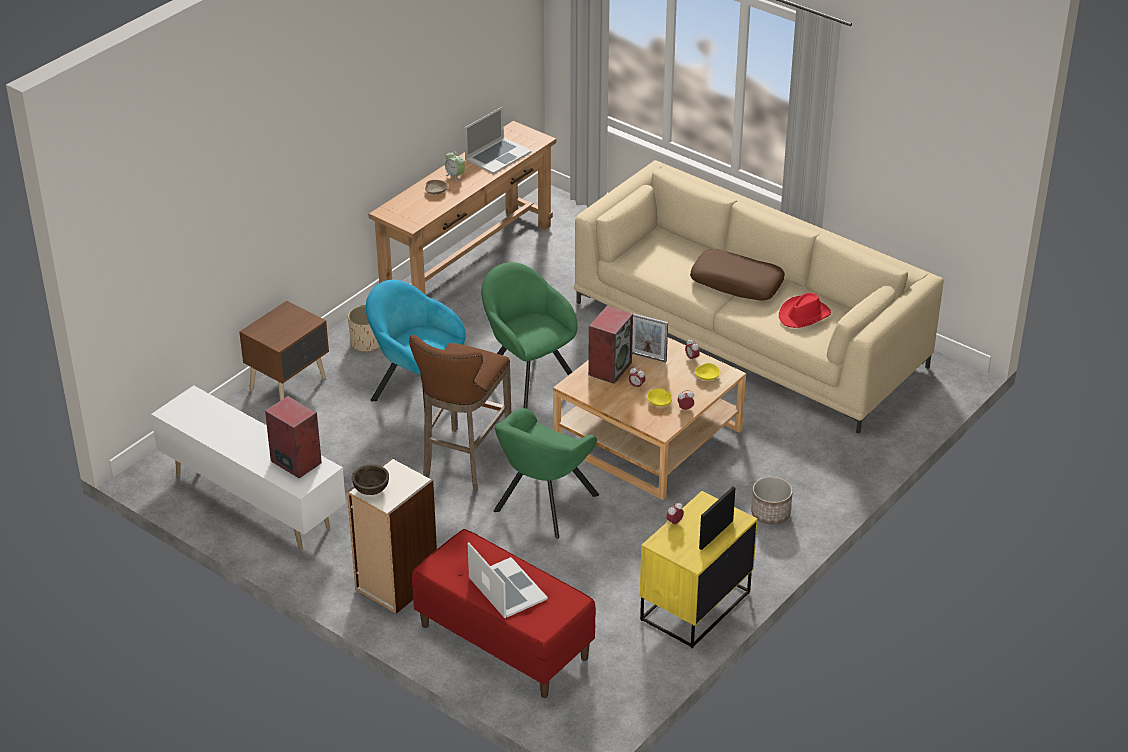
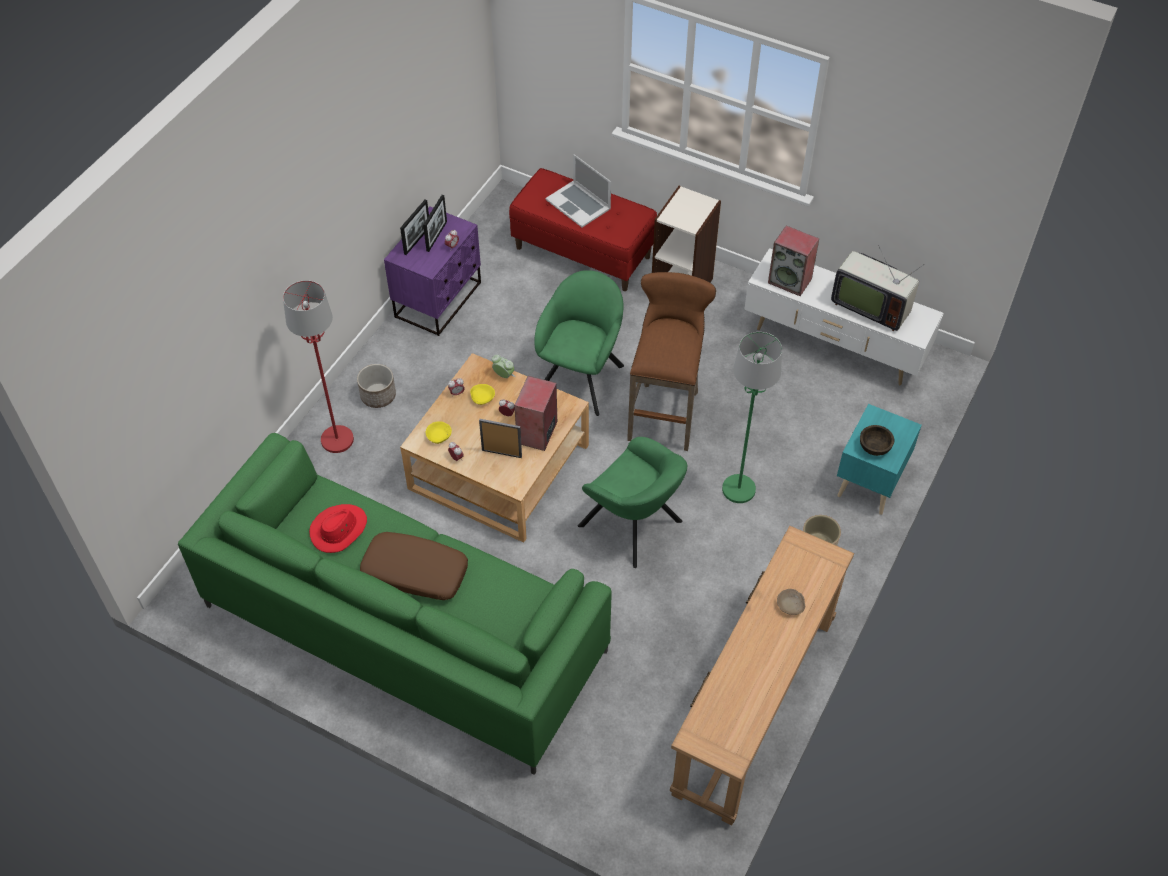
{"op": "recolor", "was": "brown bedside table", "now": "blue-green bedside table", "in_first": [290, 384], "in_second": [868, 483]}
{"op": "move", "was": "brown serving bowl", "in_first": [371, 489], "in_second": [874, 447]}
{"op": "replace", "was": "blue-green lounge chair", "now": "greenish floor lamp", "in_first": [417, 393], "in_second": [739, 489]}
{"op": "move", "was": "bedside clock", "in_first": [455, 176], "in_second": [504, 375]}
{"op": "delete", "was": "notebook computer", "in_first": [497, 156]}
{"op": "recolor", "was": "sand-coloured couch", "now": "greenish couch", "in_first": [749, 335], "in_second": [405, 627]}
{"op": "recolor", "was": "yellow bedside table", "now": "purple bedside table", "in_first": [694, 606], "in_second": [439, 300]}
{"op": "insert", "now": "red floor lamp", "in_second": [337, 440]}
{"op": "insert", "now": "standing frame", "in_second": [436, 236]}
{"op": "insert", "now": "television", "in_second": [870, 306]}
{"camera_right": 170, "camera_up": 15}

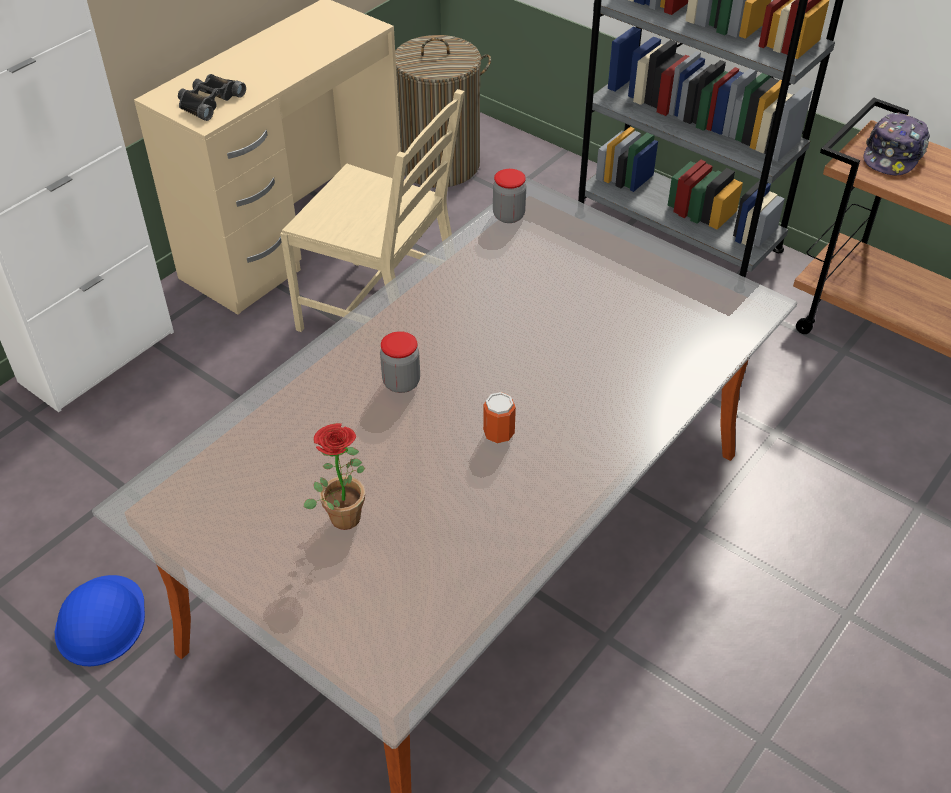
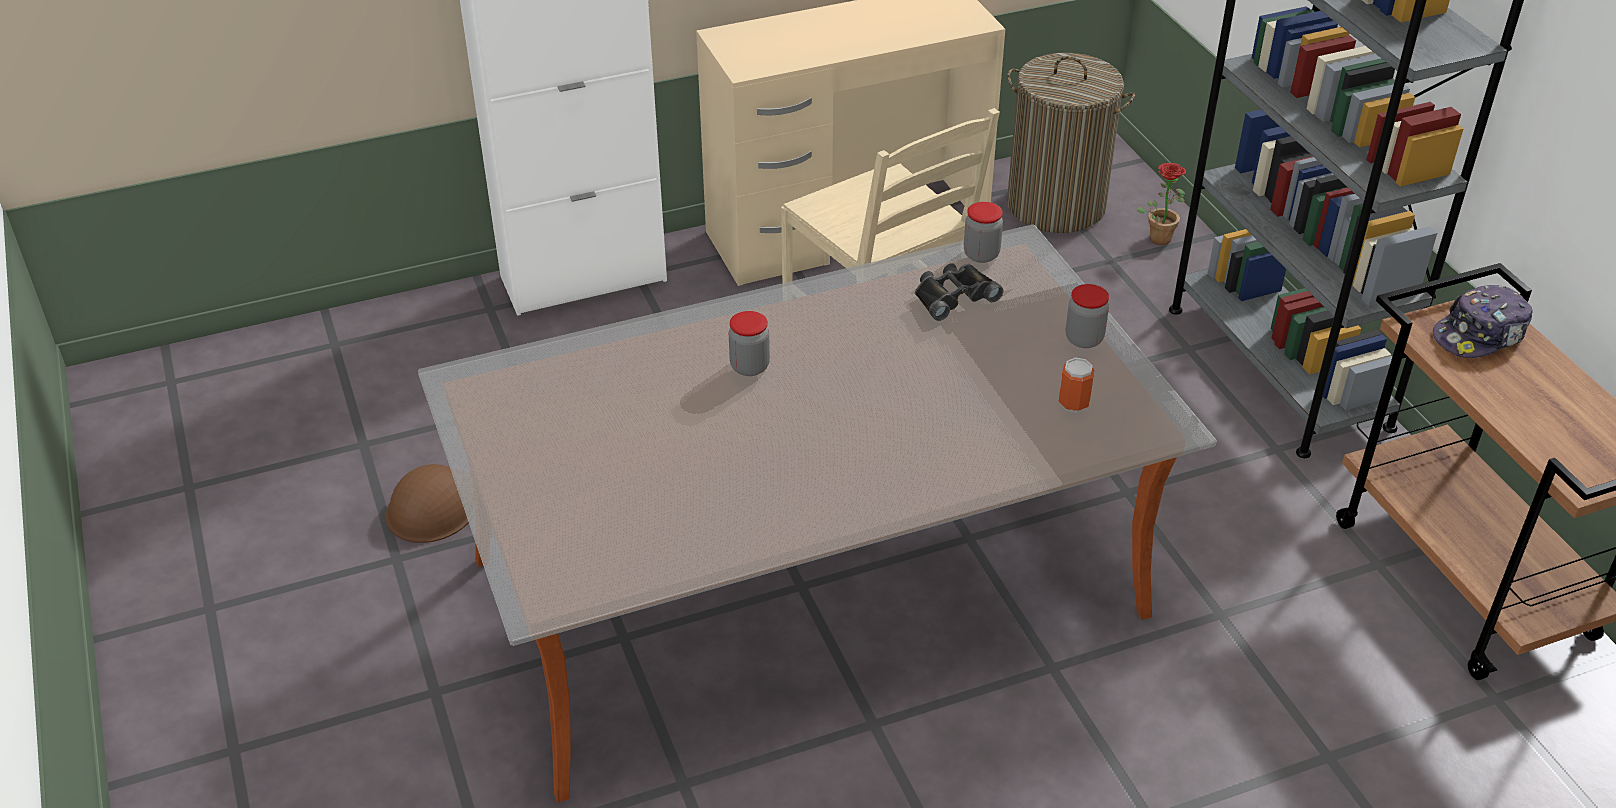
{"op": "recolor", "was": "bluish safety helmet", "now": "brown safety helmet", "in_first": [100, 620], "in_second": [434, 506]}
{"op": "move", "was": "black pair of binoculars", "in_first": [209, 102], "in_second": [953, 296]}
{"op": "move", "was": "plant in a pot", "in_first": [342, 513], "in_second": [1159, 236]}
{"op": "move", "was": "metal can", "in_first": [498, 433], "in_second": [1074, 403]}
{"op": "insert", "now": "preserve jar", "in_second": [1084, 339]}
{"camera_right": 30, "camera_up": -5}

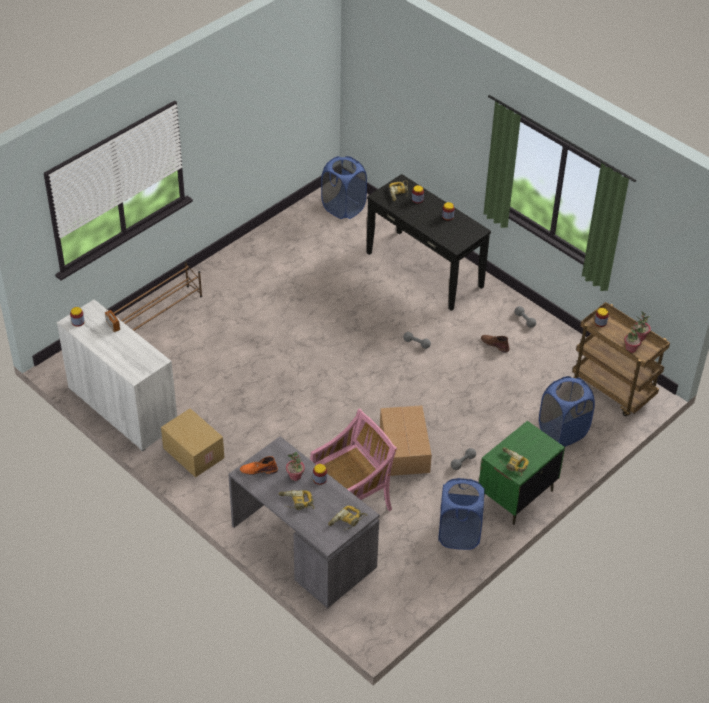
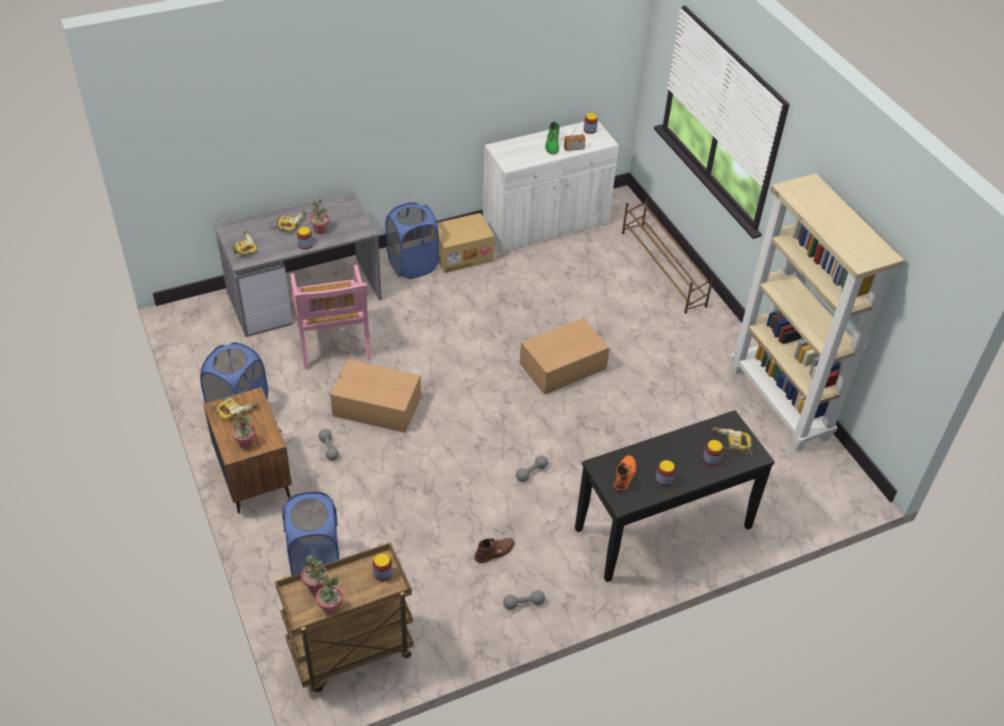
{"op": "move", "was": "orange tall boot", "in_first": [258, 470], "in_second": [624, 475]}
{"op": "move", "was": "bluish hamper", "in_first": [343, 208], "in_second": [413, 265]}
{"op": "recolor", "was": "greenish bedside table", "now": "brown bedside table", "in_first": [516, 495], "in_second": [254, 477]}
{"op": "insert", "now": "plant in a pot", "in_second": [245, 443]}
{"op": "insert", "now": "cardboard box", "in_second": [564, 366]}
{"op": "insert", "now": "greenish tall boot", "in_second": [552, 145]}
{"op": "insert", "now": "sand-coloured bookshelf", "in_second": [780, 403]}
{"camera_right": 110, "camera_up": 0}

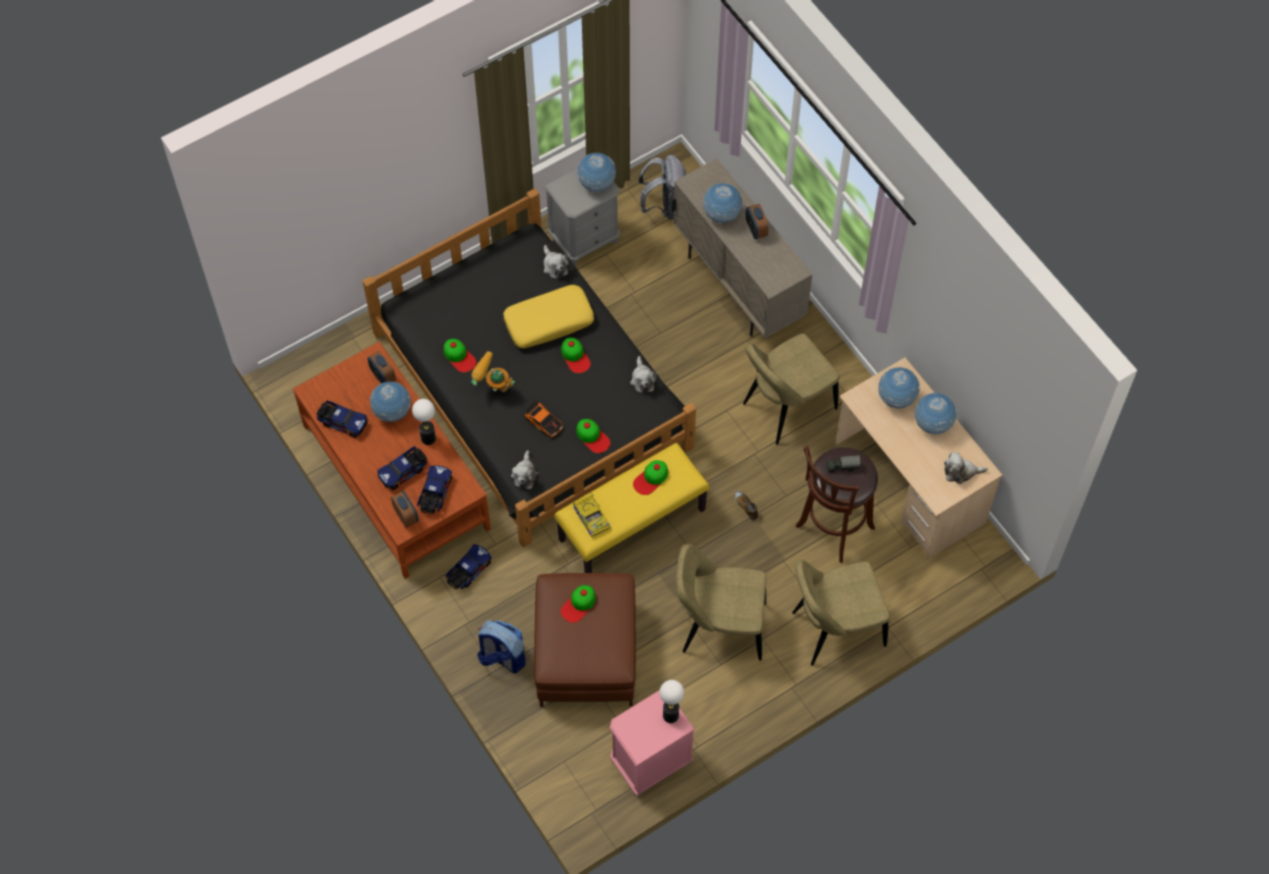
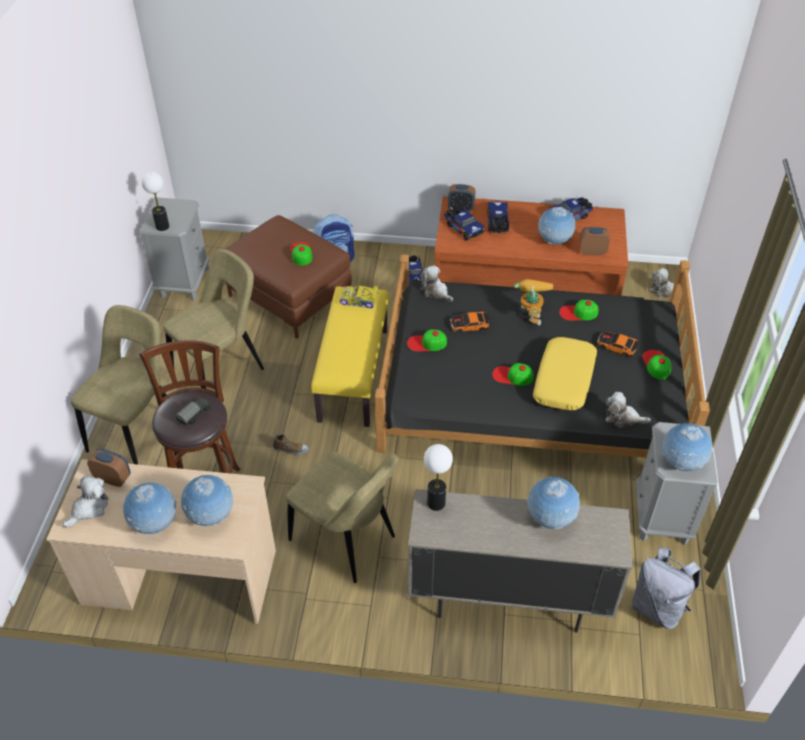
{"op": "move", "was": "table lamp", "in_first": [428, 438], "in_second": [436, 503]}
{"op": "rotate", "was": "robot figure", "in_first": [492, 388], "in_second": [530, 315], "clockwise": -60}
{"op": "recolor", "was": "pinkish bedside table", "now": "gray bedside table", "in_first": [649, 763], "in_second": [184, 282]}
{"op": "move", "was": "soft toy", "in_first": [643, 379], "in_second": [664, 291]}
{"op": "move", "was": "baseball cap", "in_first": [651, 479], "in_second": [656, 364]}
{"op": "rotate", "was": "sand-coloured plain chair", "in_first": [785, 408], "in_second": [346, 541], "clockwise": 120}
{"op": "move", "was": "bedside clock", "in_first": [756, 229], "in_second": [113, 478]}
{"op": "insert", "now": "model car", "in_second": [616, 346]}
{"camera_right": 130, "camera_up": -15}

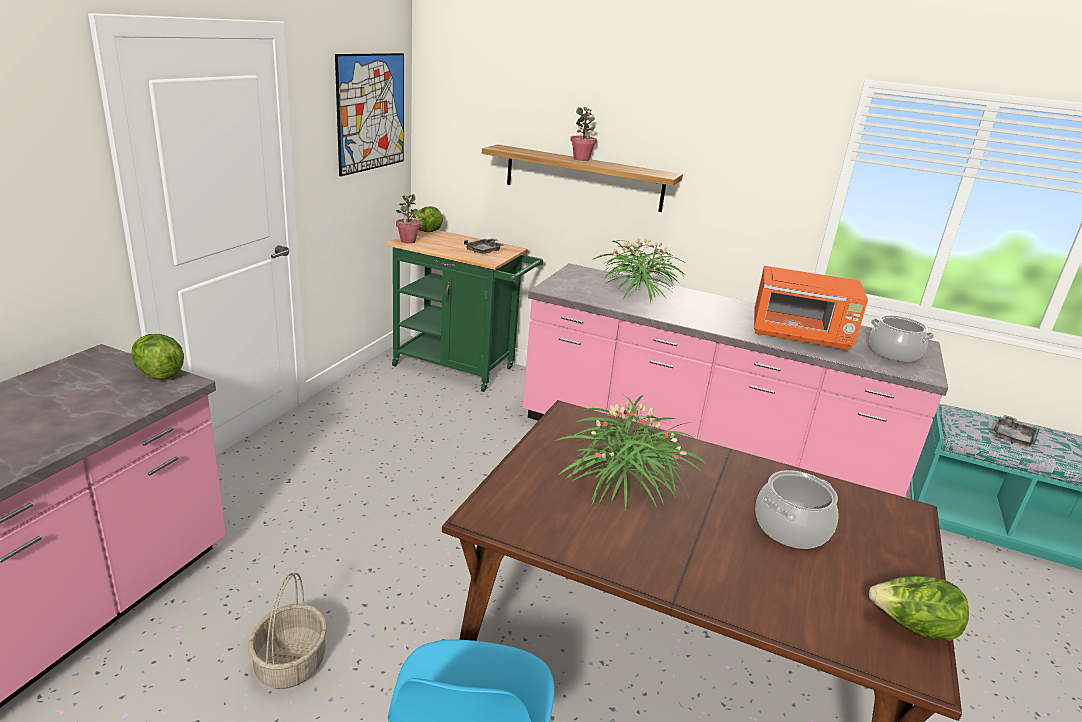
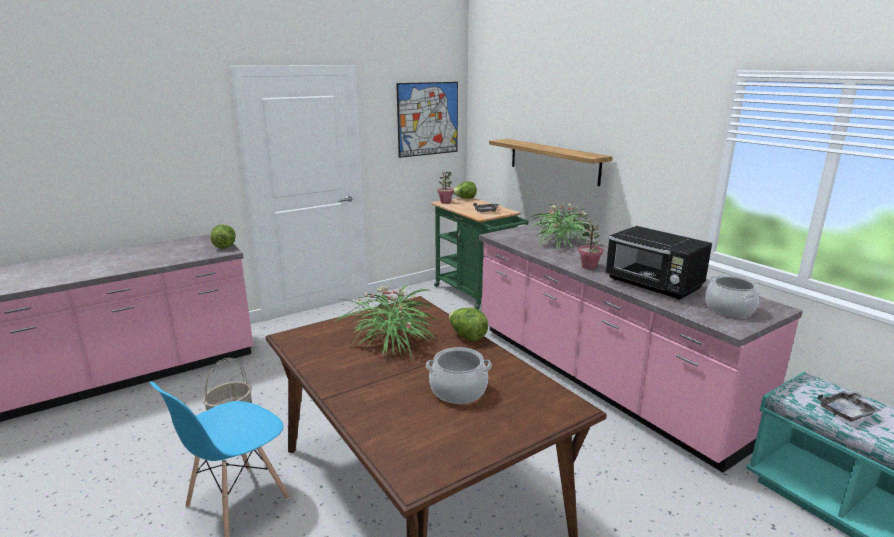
{"op": "move", "was": "plant in a pot", "in_first": [581, 159], "in_second": [589, 267]}
{"op": "recolor", "was": "orange microwave", "now": "black microwave", "in_first": [800, 336], "in_second": [653, 285]}
{"op": "move", "was": "head of lettuce", "in_first": [911, 627], "in_second": [467, 336]}
{"camera_right": 35, "camera_up": -5}

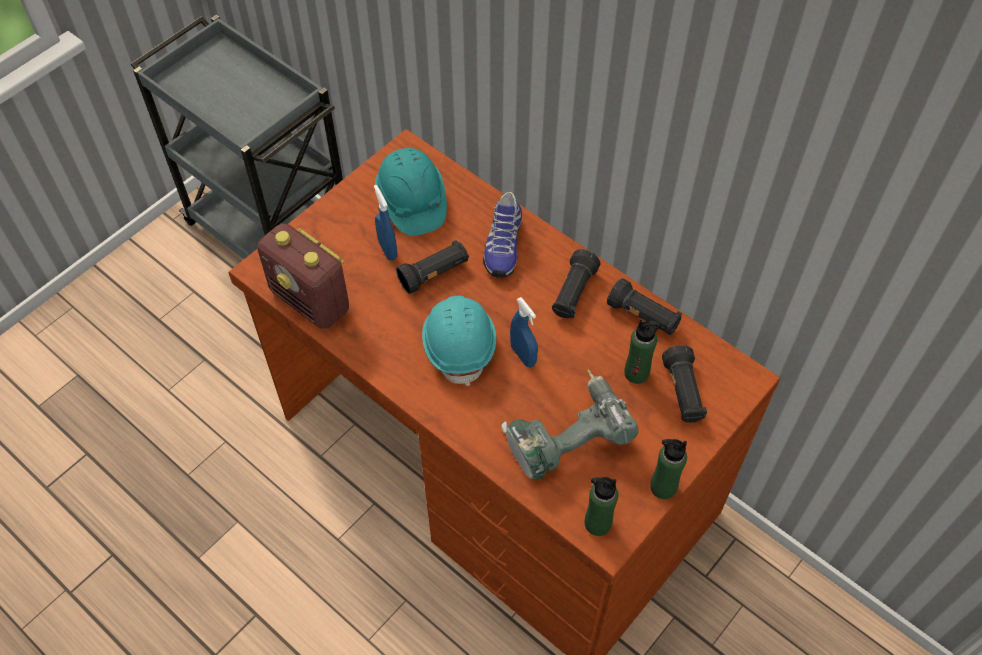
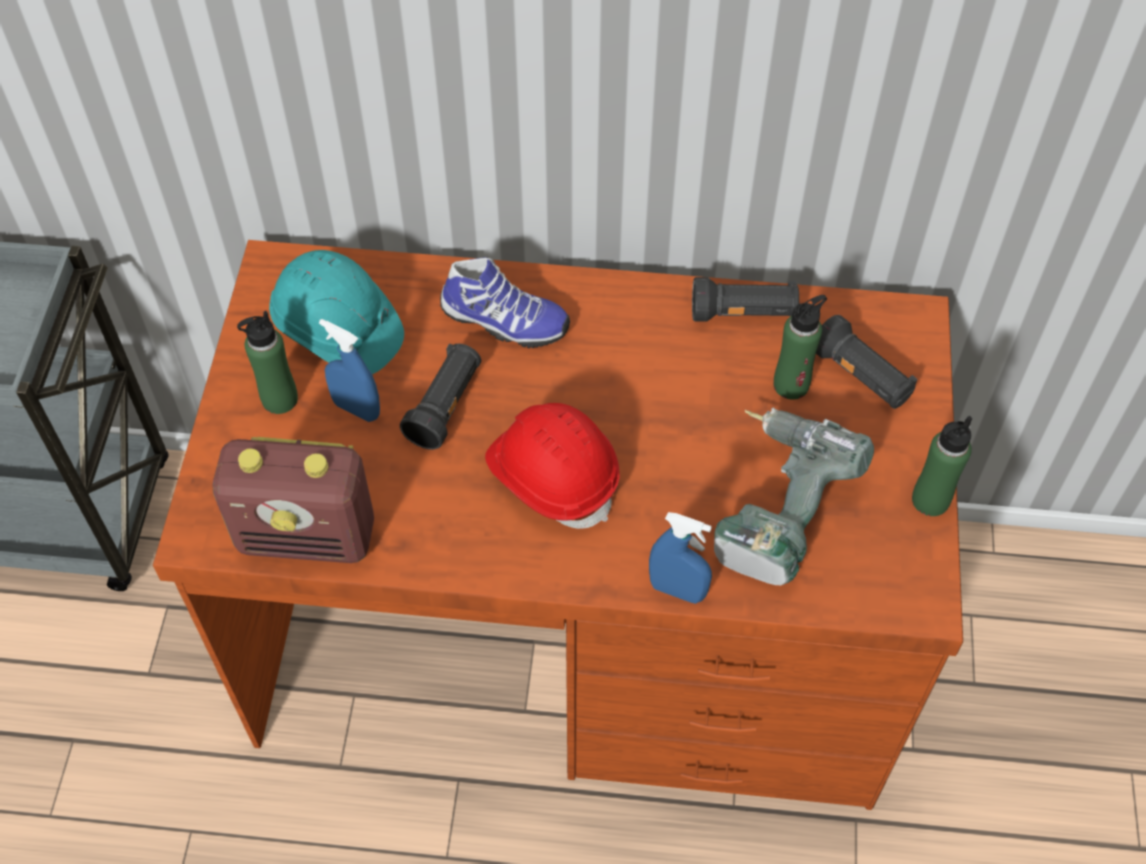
{"op": "recolor", "was": "blue-green safety helmet", "now": "red safety helmet", "in_first": [459, 344], "in_second": [553, 476]}
{"op": "rotate", "was": "low shoe", "in_first": [502, 246], "in_second": [503, 322], "clockwise": -45}
{"op": "move", "was": "bluish spray bottle", "in_first": [523, 355], "in_second": [677, 590]}
{"op": "delete", "was": "black flashlight", "in_first": [573, 293]}
{"op": "move", "was": "greenish drink bottle", "in_first": [597, 523], "in_second": [279, 399]}
{"camera_right": -35, "camera_up": 0}

